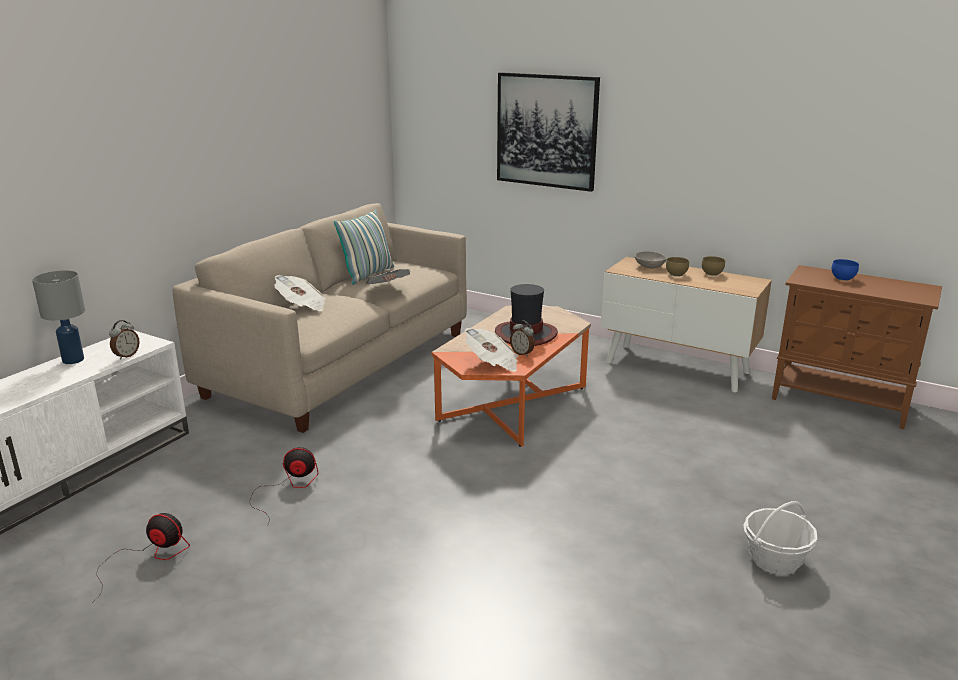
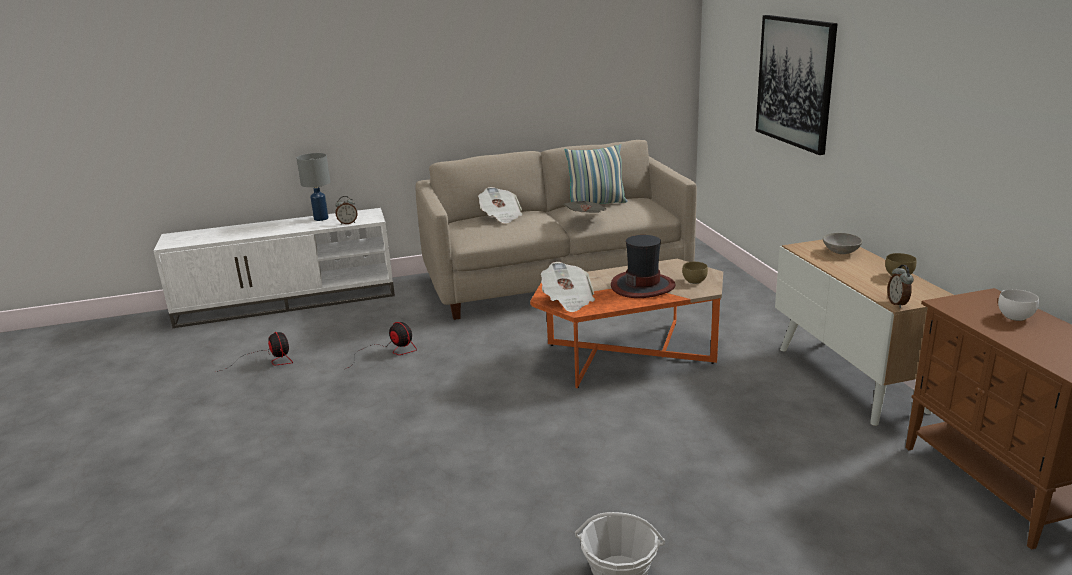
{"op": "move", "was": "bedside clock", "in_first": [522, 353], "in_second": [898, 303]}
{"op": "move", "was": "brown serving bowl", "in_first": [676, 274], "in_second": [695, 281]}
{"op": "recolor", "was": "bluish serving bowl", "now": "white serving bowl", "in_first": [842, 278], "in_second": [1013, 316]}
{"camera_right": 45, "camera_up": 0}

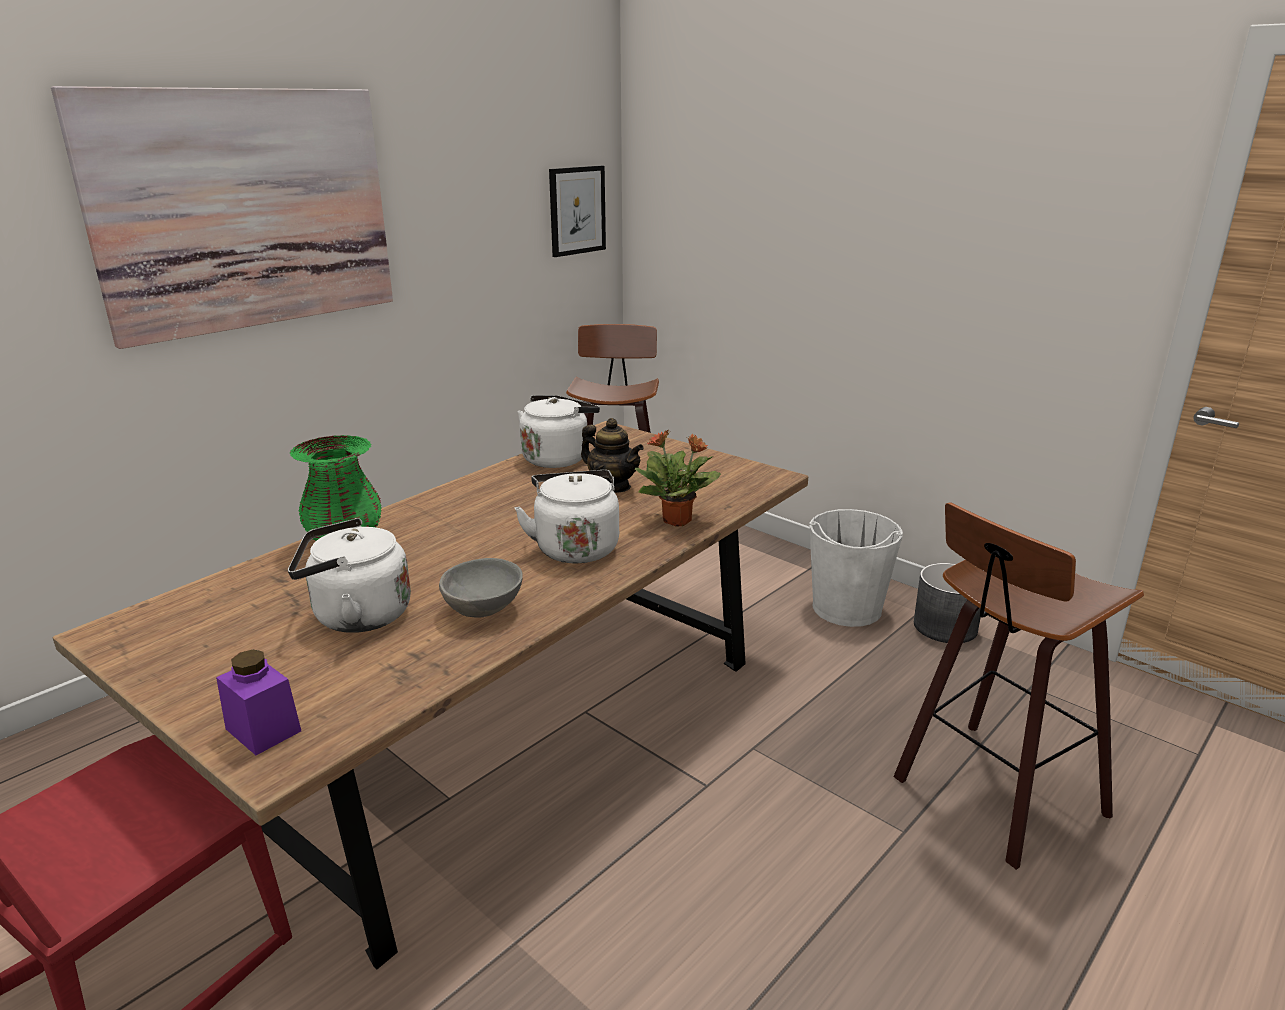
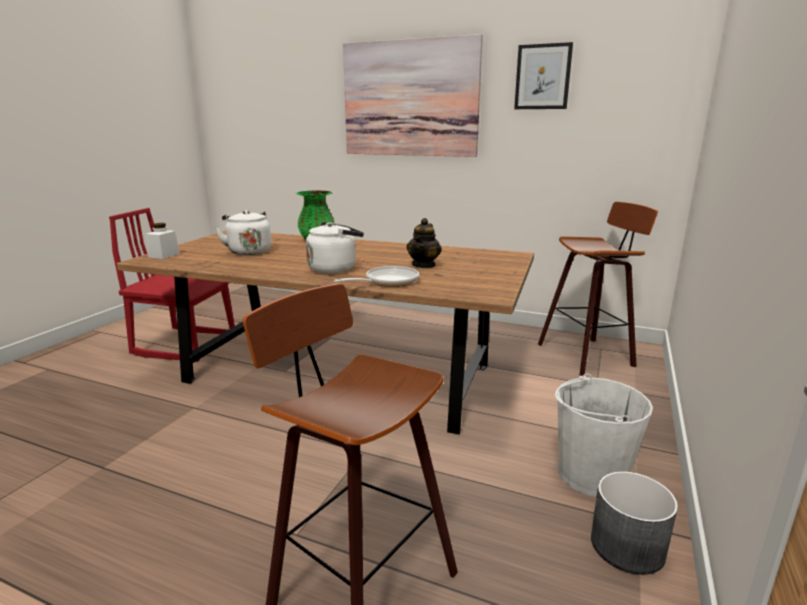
{"op": "recolor", "was": "purple preserve jar", "now": "white preserve jar", "in_first": [263, 730], "in_second": [164, 255]}
{"op": "delete", "was": "gray serving bowl", "in_first": [484, 610]}
{"op": "delete", "was": "white water kettle", "in_first": [557, 458]}
{"op": "move", "was": "wall art", "in_first": [577, 210], "in_second": [542, 77]}
{"op": "replace", "was": "plant in a pot", "now": "skillet", "in_first": [678, 521], "in_second": [387, 282]}
{"camera_right": 70, "camera_up": -5}

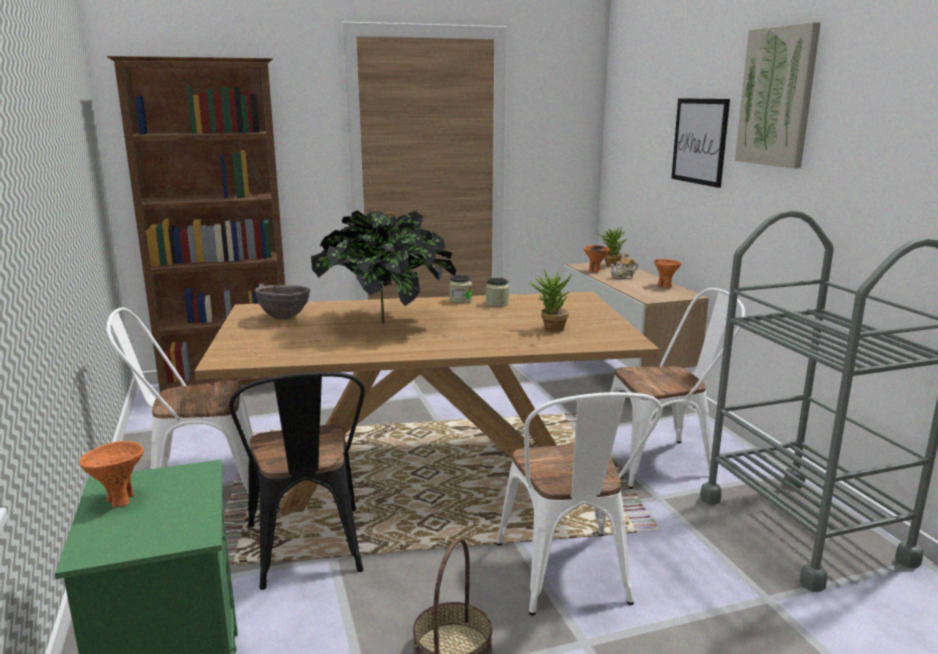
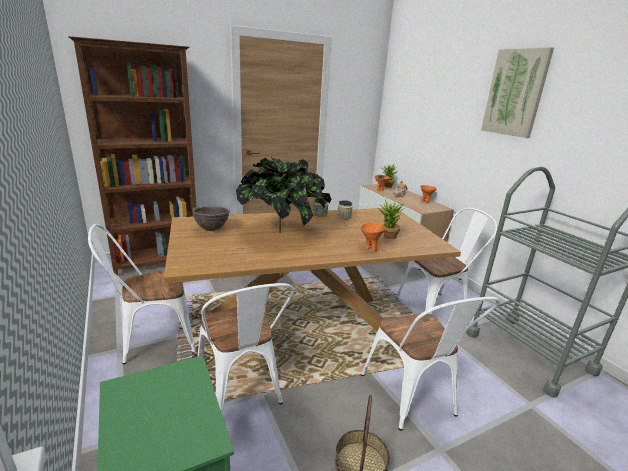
{"op": "move", "was": "orange serving bowl", "in_first": [120, 500], "in_second": [371, 248]}
{"op": "recolor", "was": "black plain chair", "now": "white plain chair", "in_first": [308, 553], "in_second": [242, 391]}
{"op": "delete", "was": "wall art", "in_first": [699, 141]}
{"camera_right": -10, "camera_up": 5}

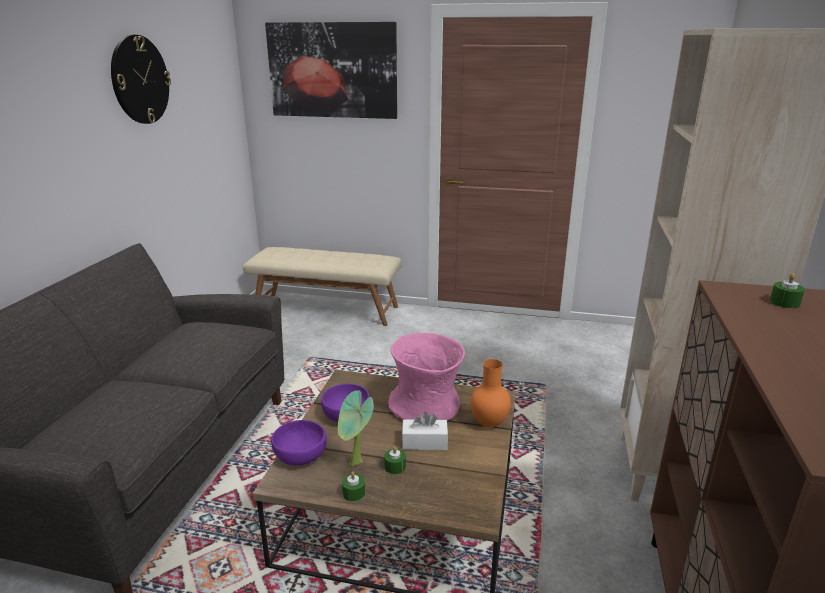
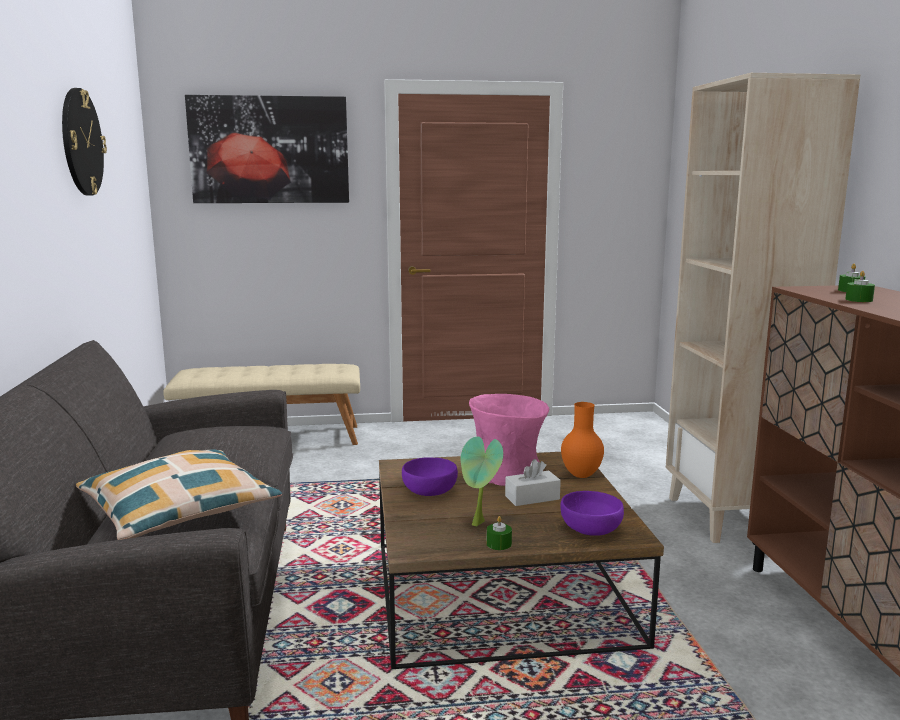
{"op": "move", "was": "purple serving bowl", "in_first": [300, 456], "in_second": [590, 529]}
{"op": "move", "was": "greenish wax light", "in_first": [395, 467], "in_second": [859, 300]}
{"op": "insert", "now": "cushion", "in_second": [179, 509]}
{"camera_right": -20, "camera_up": -10}

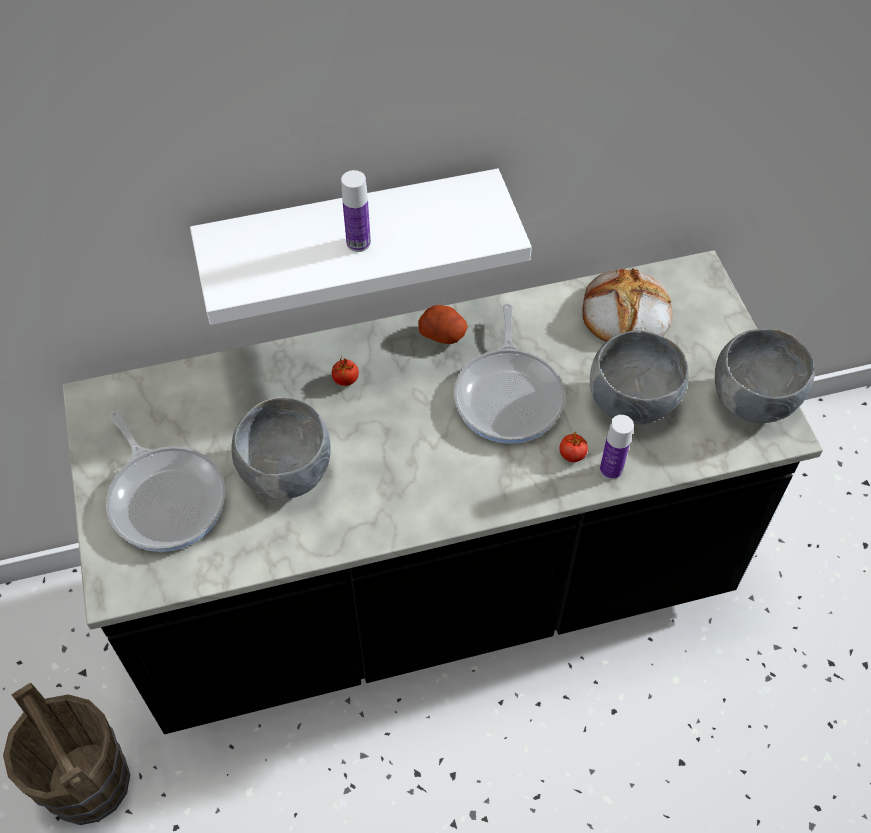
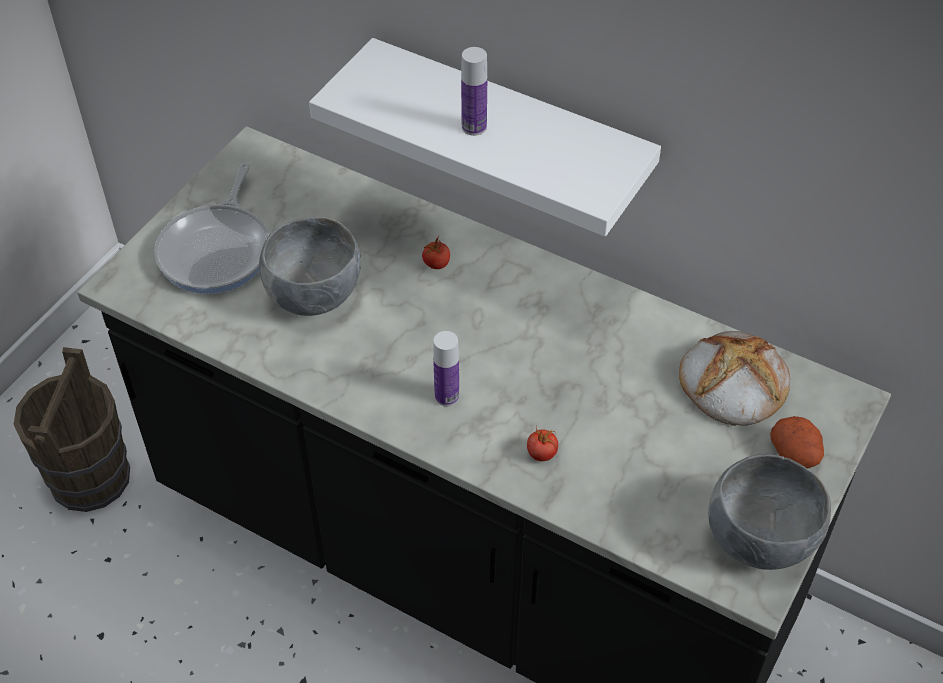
{"op": "move", "was": "spud", "in_first": [443, 334], "in_second": [796, 453]}
{"op": "delete", "was": "skillet", "in_first": [509, 395]}
{"op": "delete", "was": "gray serving bowl", "in_first": [631, 402]}
{"op": "move", "was": "drink bottle", "in_first": [611, 470], "in_second": [447, 396]}
{"camera_right": 45, "camera_up": -5}

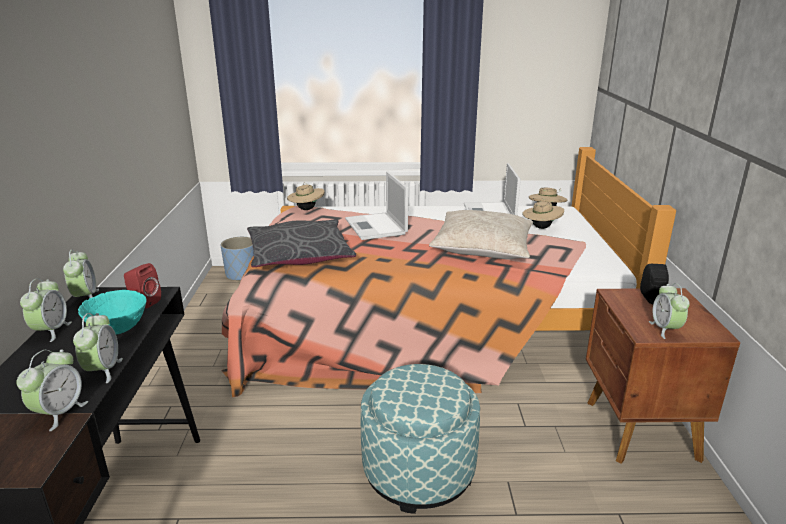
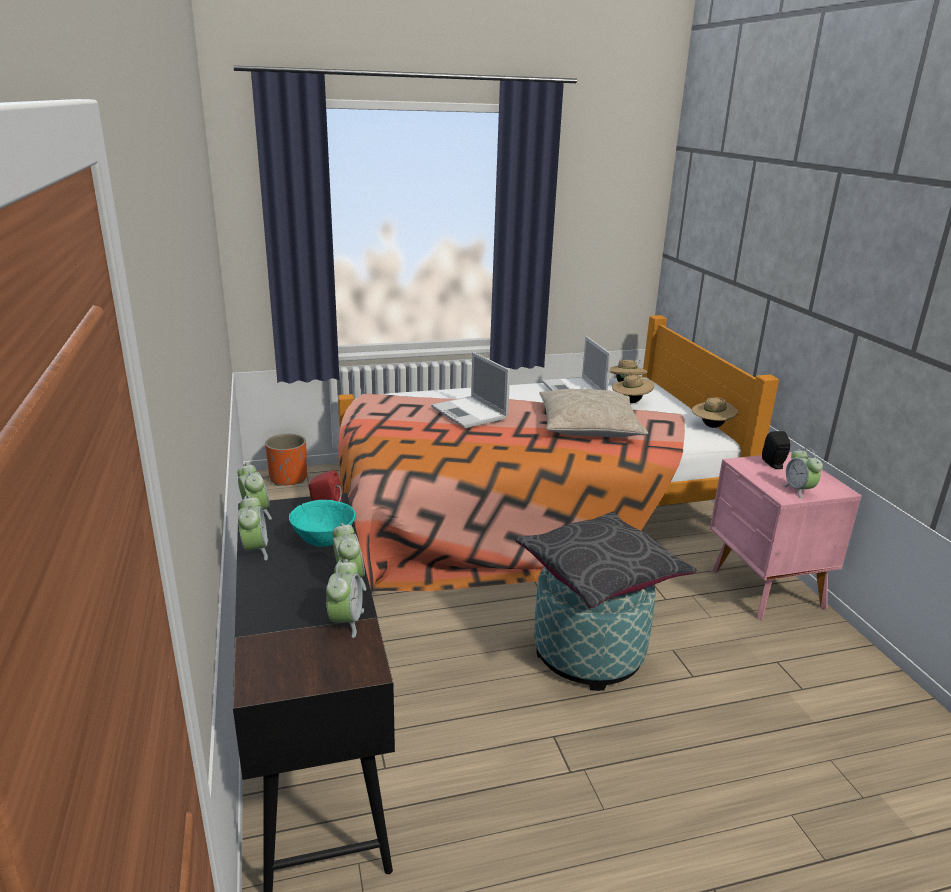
{"op": "recolor", "was": "bluish flower pot", "now": "orange flower pot", "in_first": [241, 275], "in_second": [288, 478]}
{"op": "move", "was": "gray cushion", "in_first": [299, 255], "in_second": [601, 571]}
{"op": "move", "was": "sand-coloured hat", "in_first": [306, 209], "in_second": [711, 426]}
{"op": "recolor", "was": "brown bedside table", "now": "pinkish bedside table", "in_first": [639, 431], "in_second": [766, 590]}
{"camera_right": -15, "camera_up": 0}

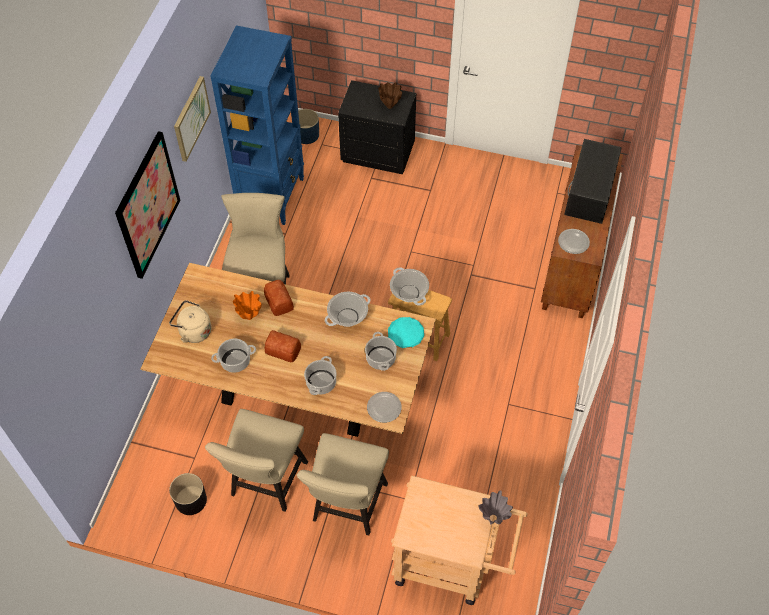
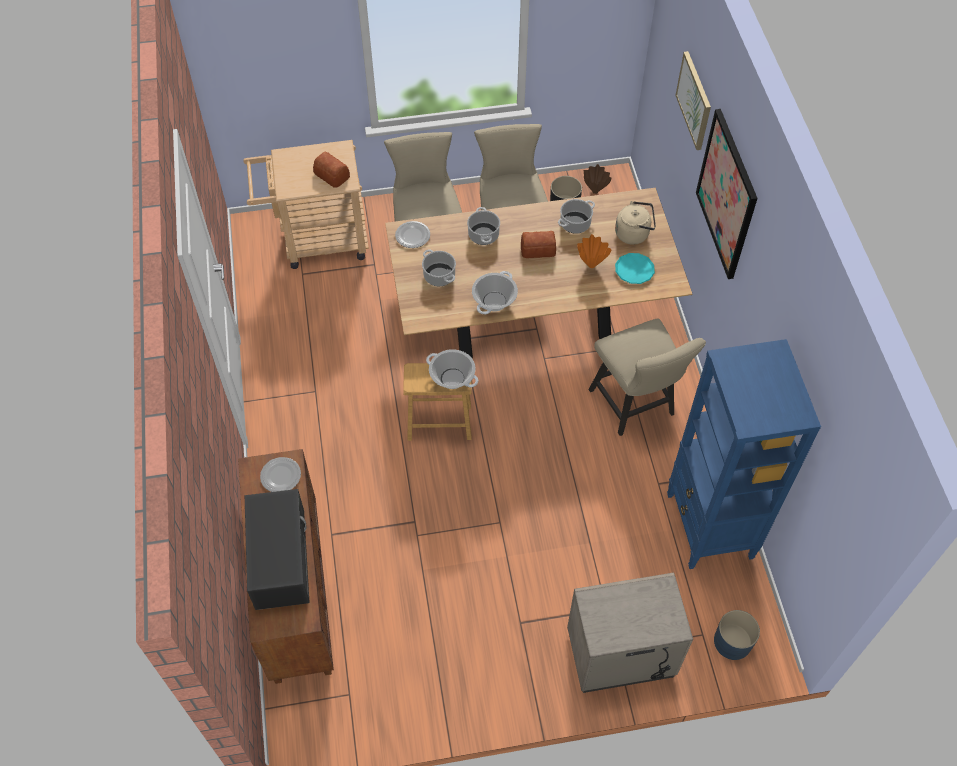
{"op": "move", "was": "wall art", "in_first": [191, 118], "in_second": [694, 100]}
{"op": "move", "was": "baked bread", "in_first": [278, 302], "in_second": [331, 174]}
{"op": "recolor", "was": "black bedside table", "now": "sand-coloured bedside table", "in_first": [378, 152], "in_second": [621, 655]}
{"op": "move", "was": "brown vase", "in_first": [390, 107], "in_second": [594, 191]}
{"op": "move", "was": "blue-green flat dish", "in_first": [405, 334], "in_second": [634, 270]}
{"op": "delete", "was": "gray vase", "in_first": [493, 518]}
{"camera_right": 155, "camera_up": 0}

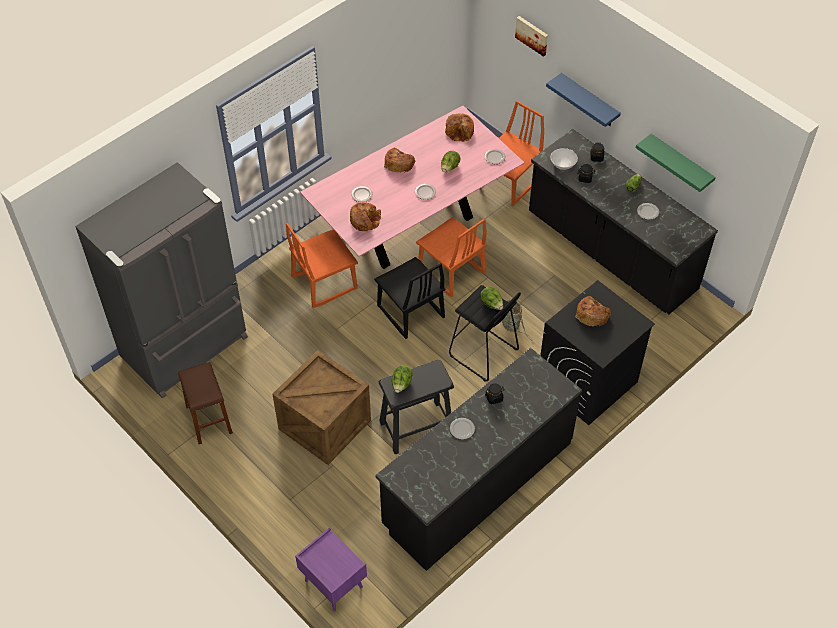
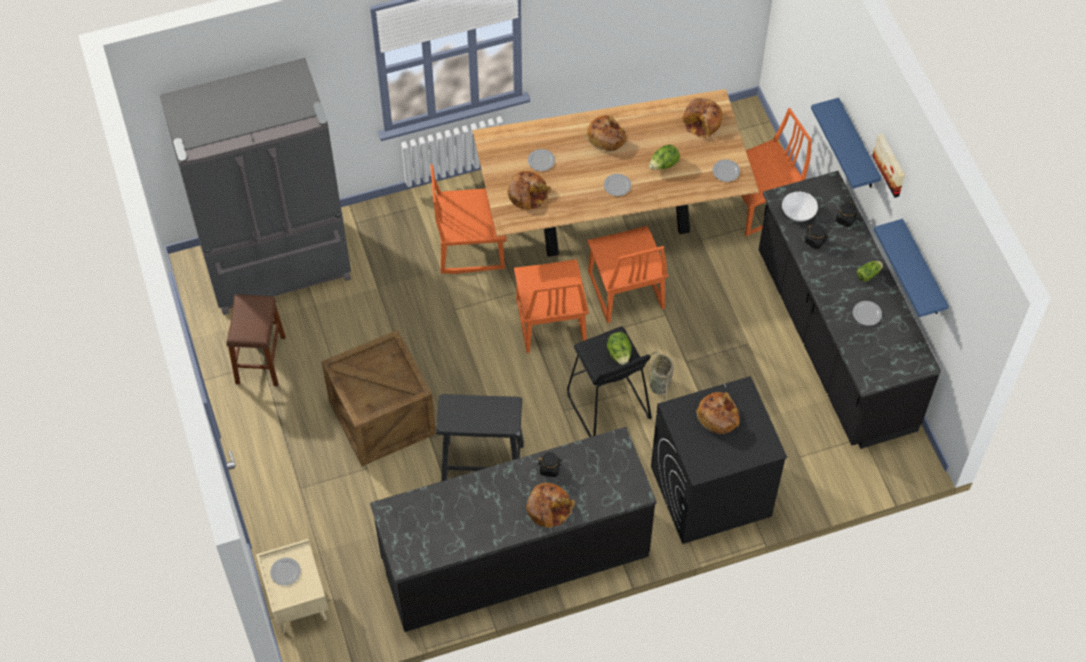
{"op": "recolor", "was": "purple bedside table", "now": "sand-coloured bedside table", "in_first": [332, 584], "in_second": [297, 602]}
{"op": "recolor", "was": "pinkish dining table", "now": "brown dining table", "in_first": [413, 228], "in_second": [611, 218]}
{"op": "recolor", "was": "black plain chair", "now": "orange plain chair", "in_first": [410, 312], "in_second": [550, 322]}
{"op": "delete", "was": "head of lettuce", "in_first": [401, 384]}
{"op": "move", "was": "flat dish", "in_first": [461, 429], "in_second": [285, 572]}
{"op": "move", "was": "wall art", "in_first": [532, 35], "in_second": [890, 164]}
{"op": "recolor", "was": "greenish wall shelf", "now": "bluish wall shelf", "in_first": [680, 163], "in_second": [922, 271]}
{"op": "insert", "now": "baked bread", "in_second": [549, 508]}
{"camera_right": 25, "camera_up": 5}

